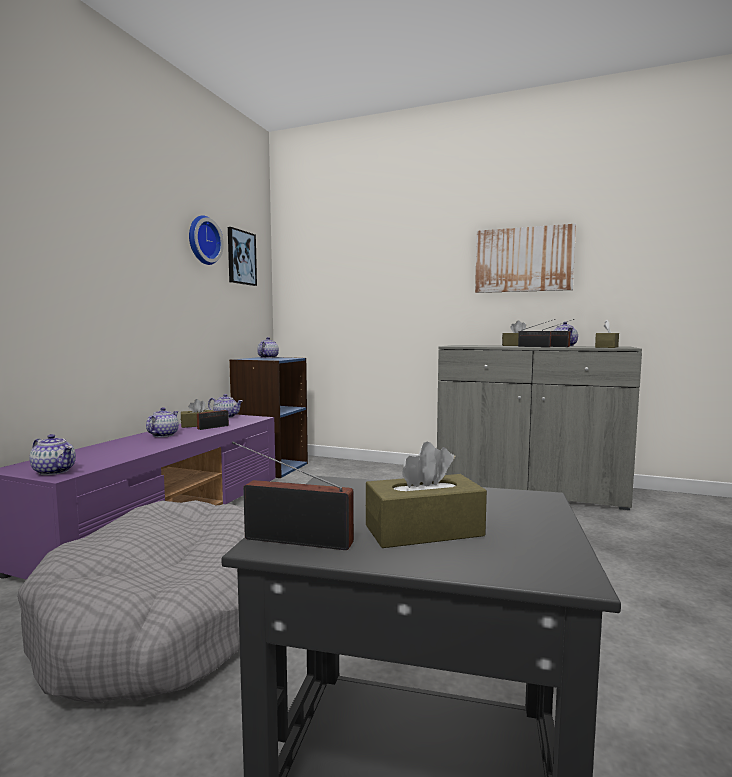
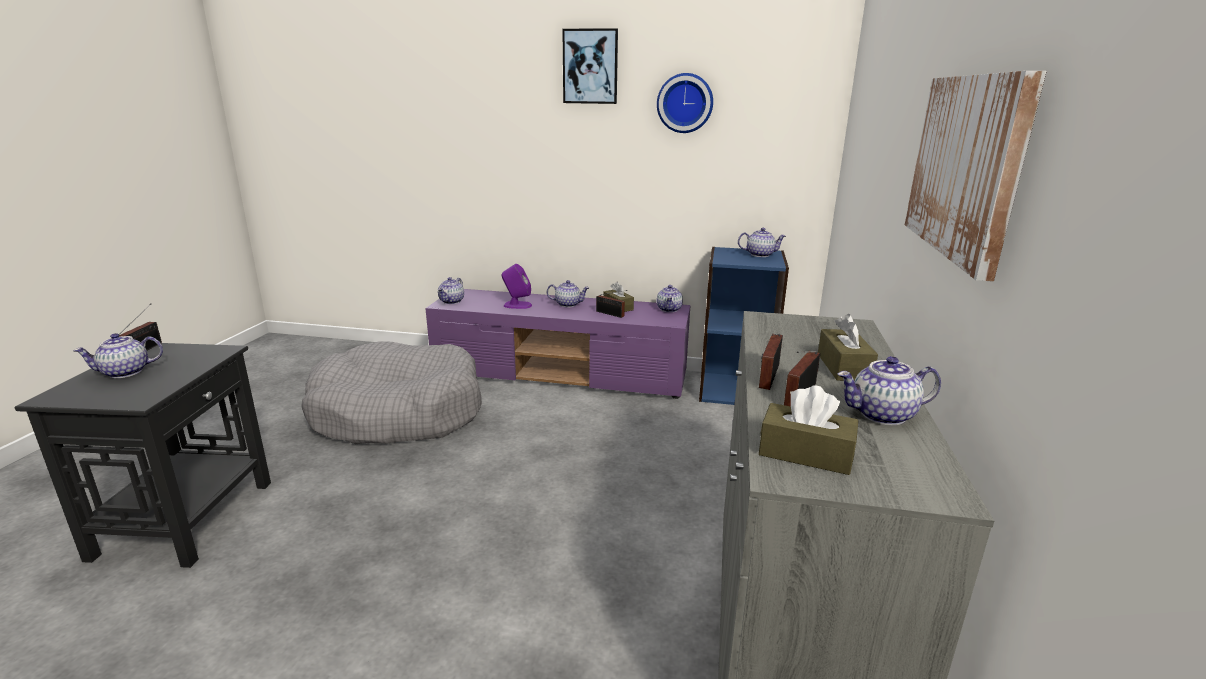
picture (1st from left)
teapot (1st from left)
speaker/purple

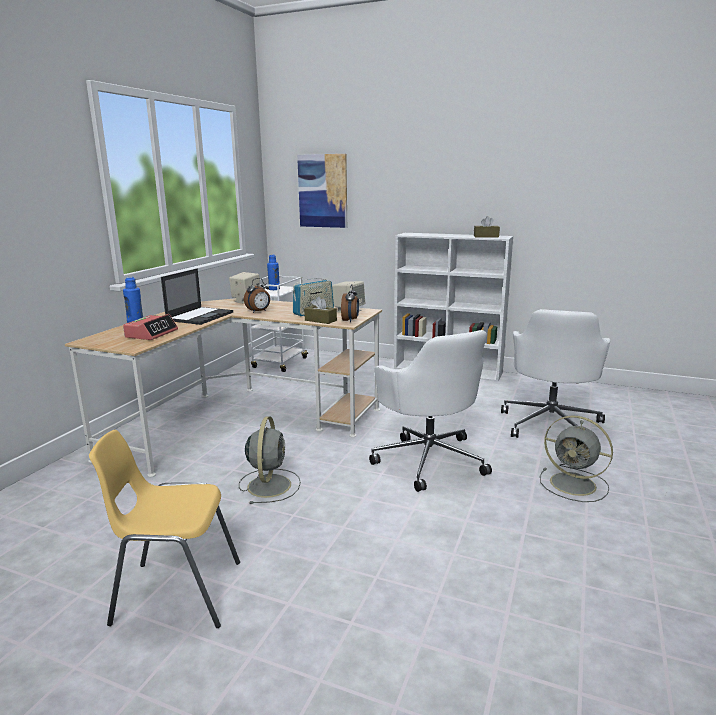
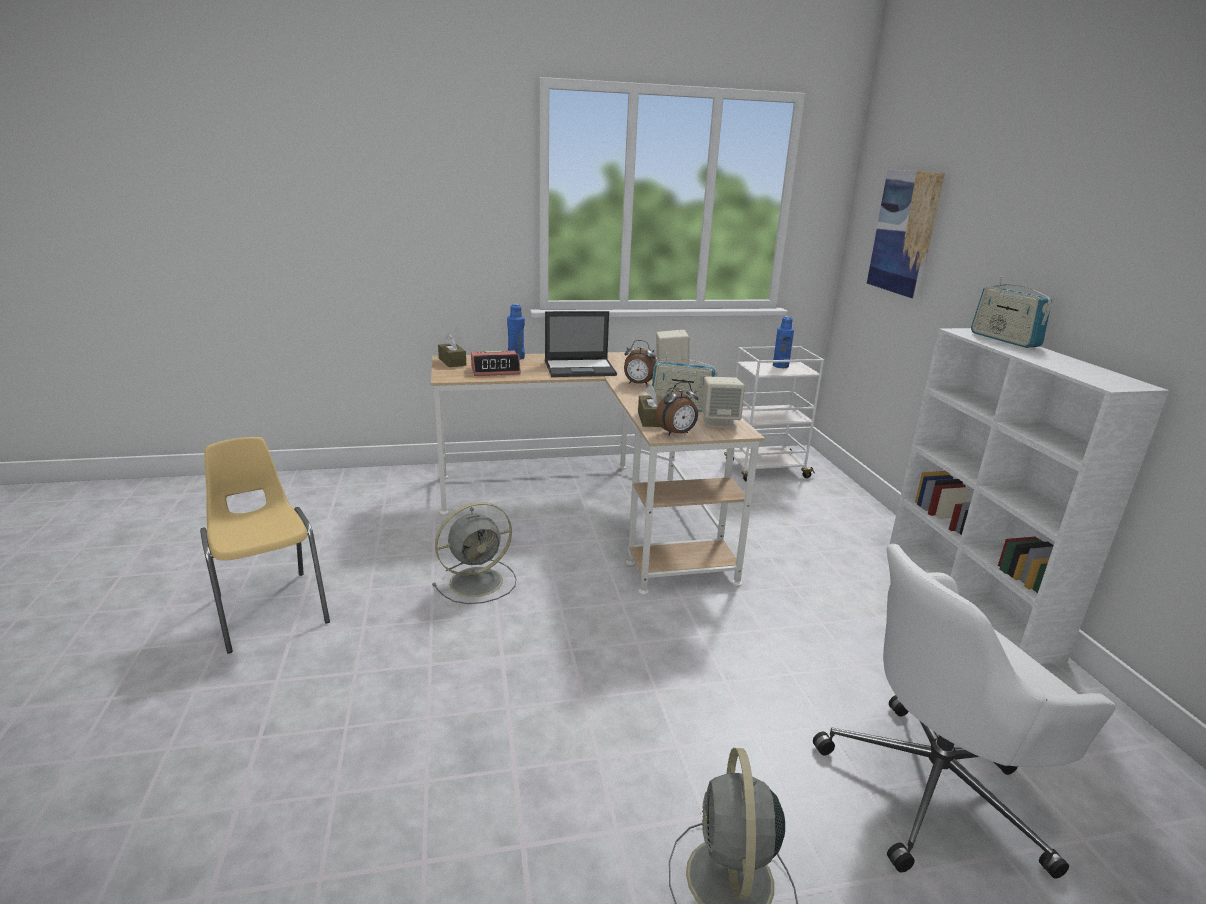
office chair/white (1st from left in the first image)
tissue box/brown (1st from left)
radio (2nd from left)

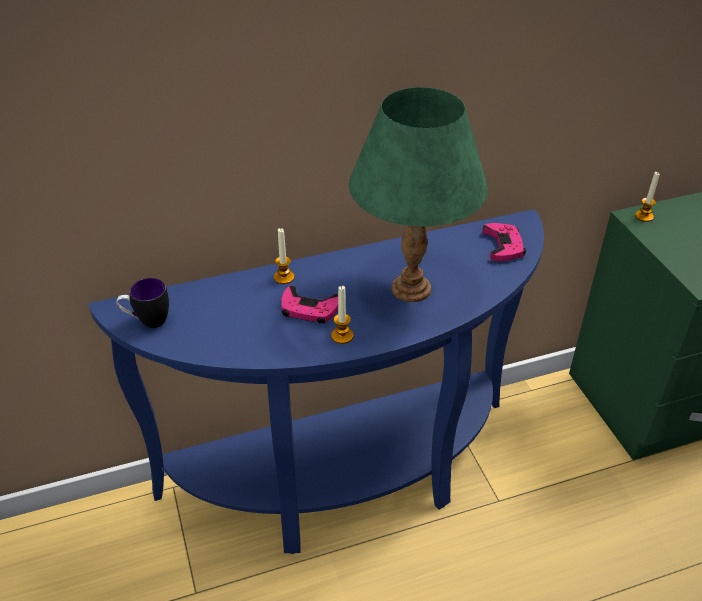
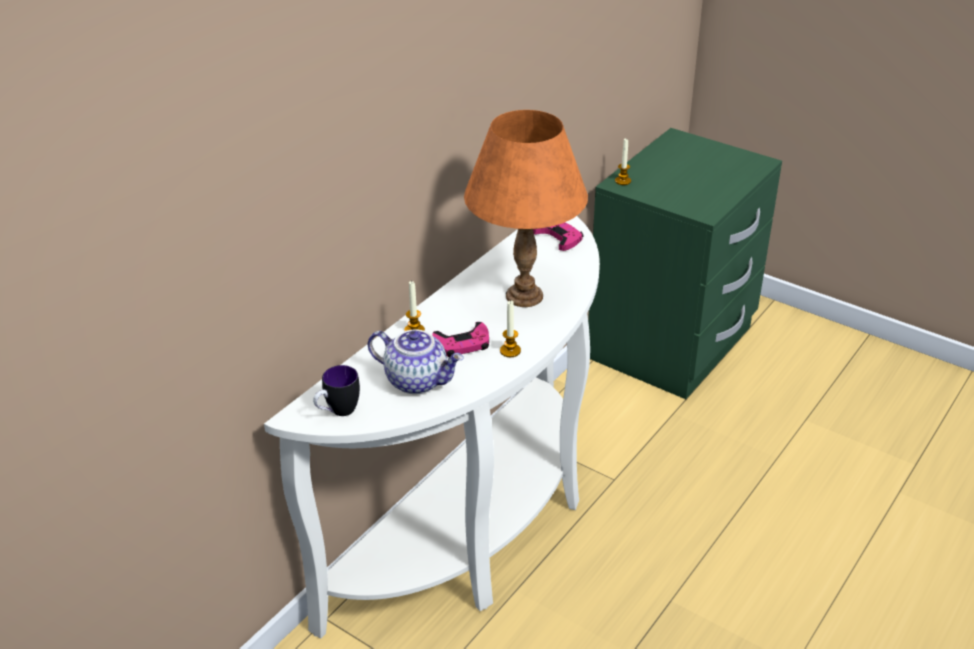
console table/white
table lamp/orange
teapot

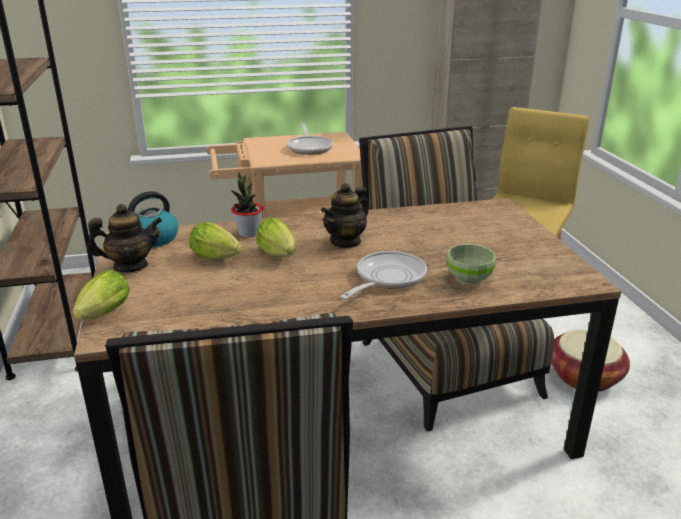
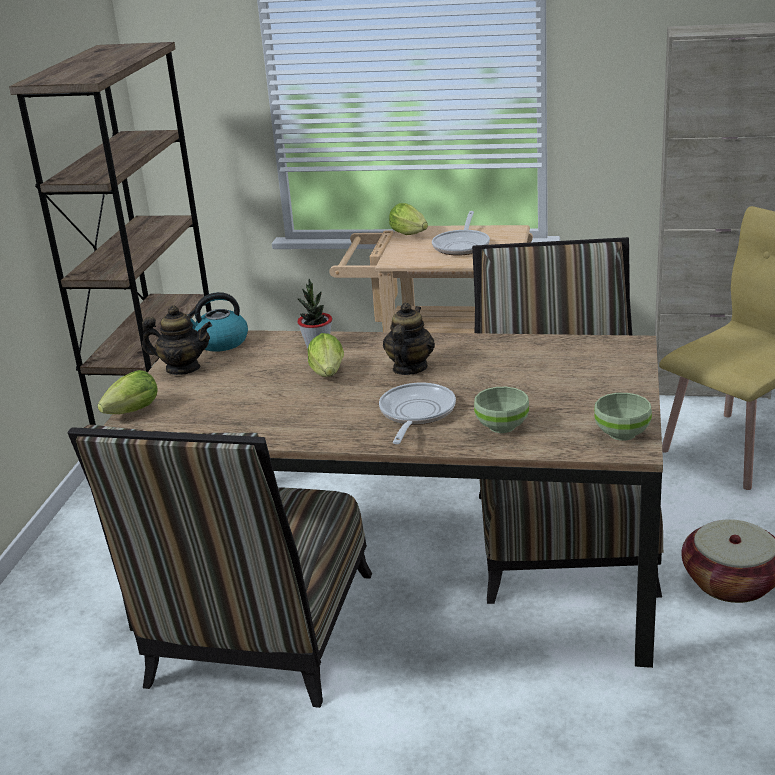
lettuce (3rd from left)
teapot (2nd from left)
frying pan (1st from left)
bowl/green (2nd from left)

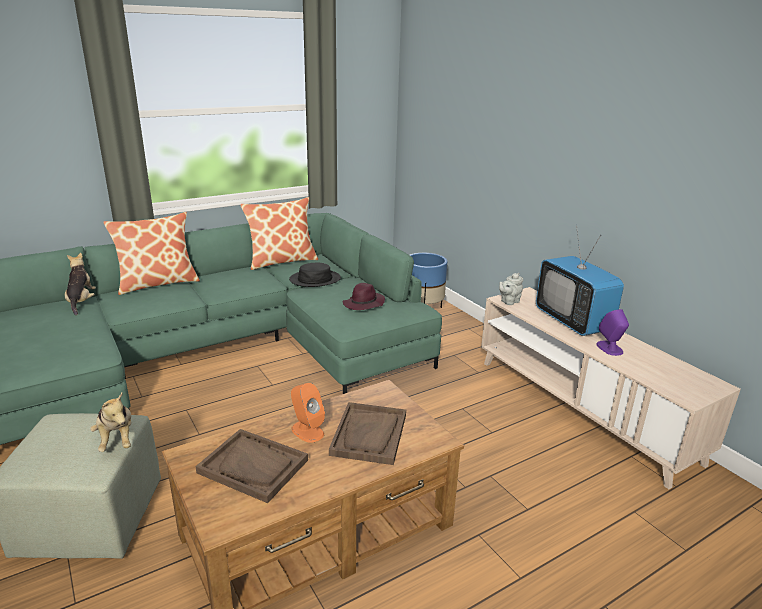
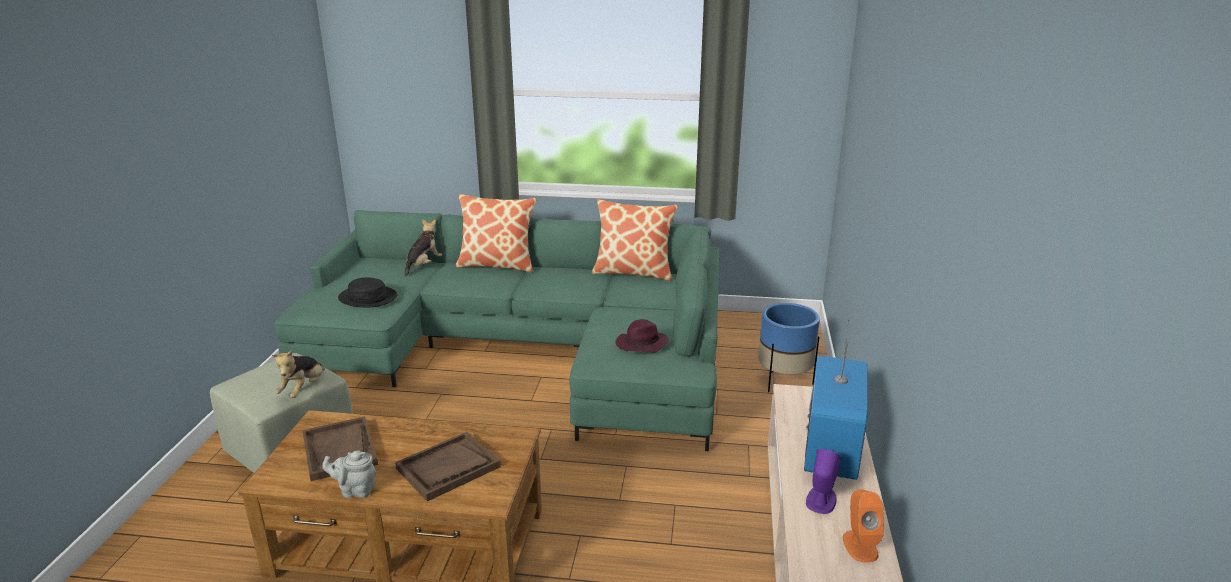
hat/black
speaker/orange
teapot/grey

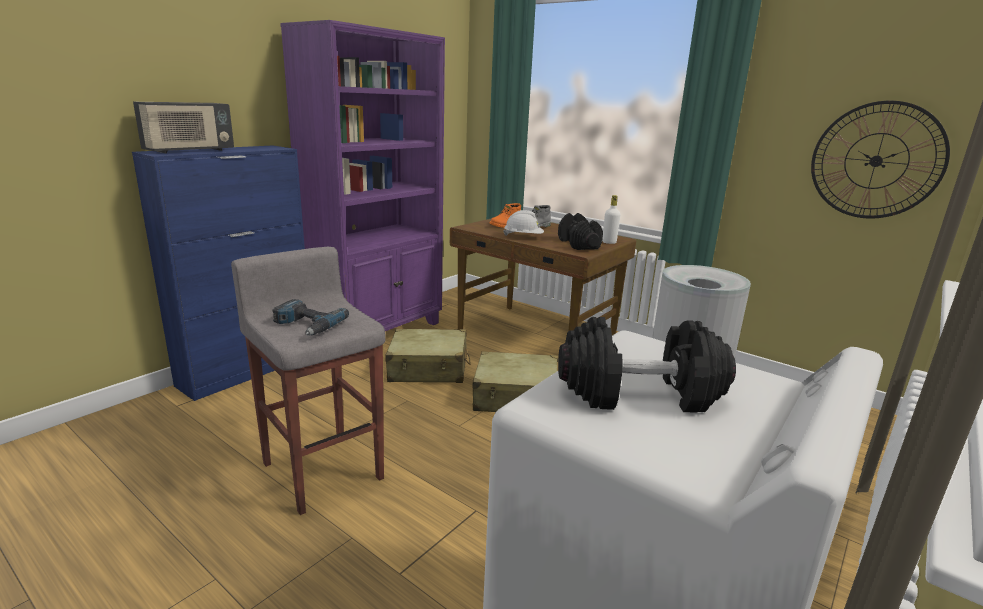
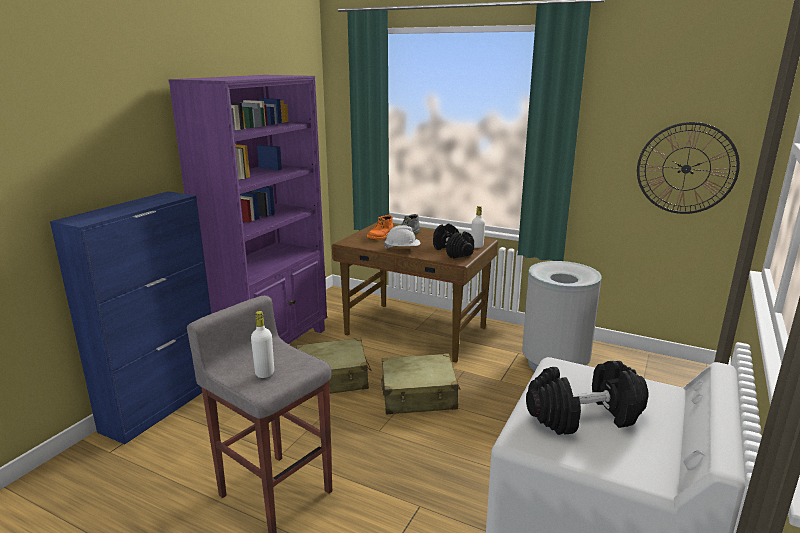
radio
bottle/white (1st from left)

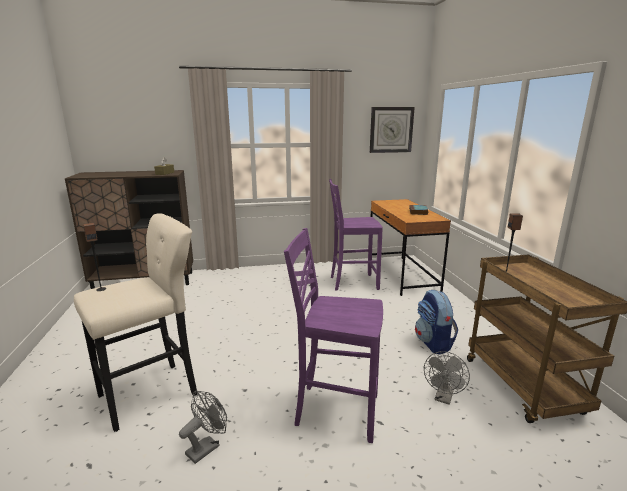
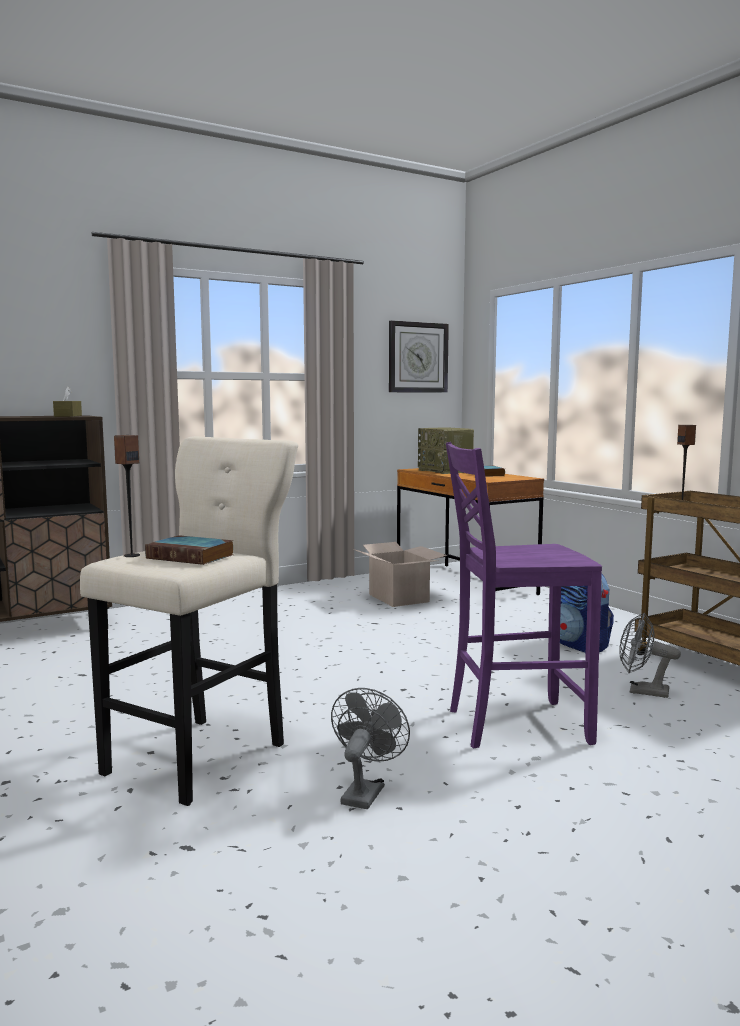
cardboard box
fan/grey (2nd from left)
book (1st from left)
radio

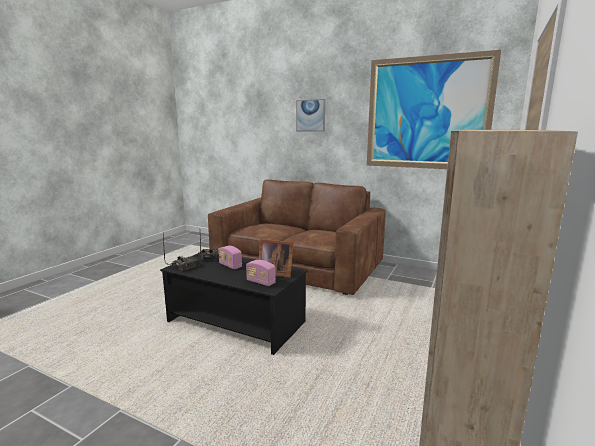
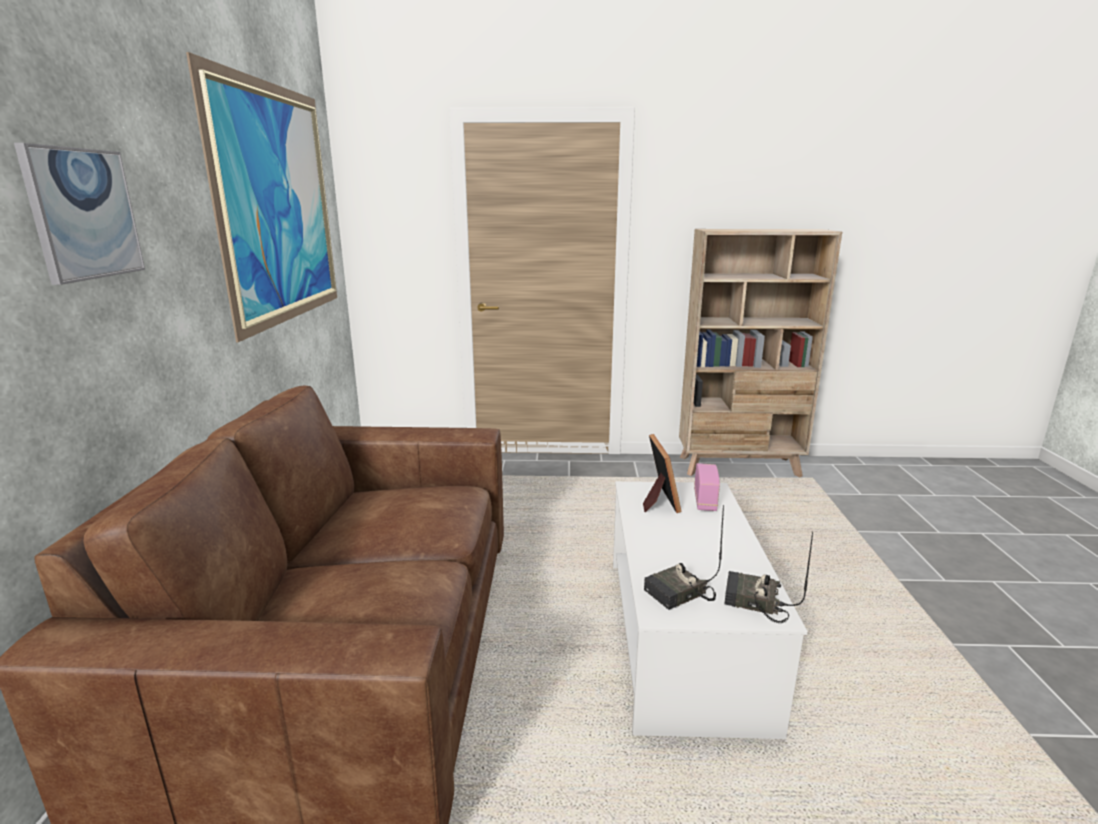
coffee table/white
radio (3rd from left in the first image)

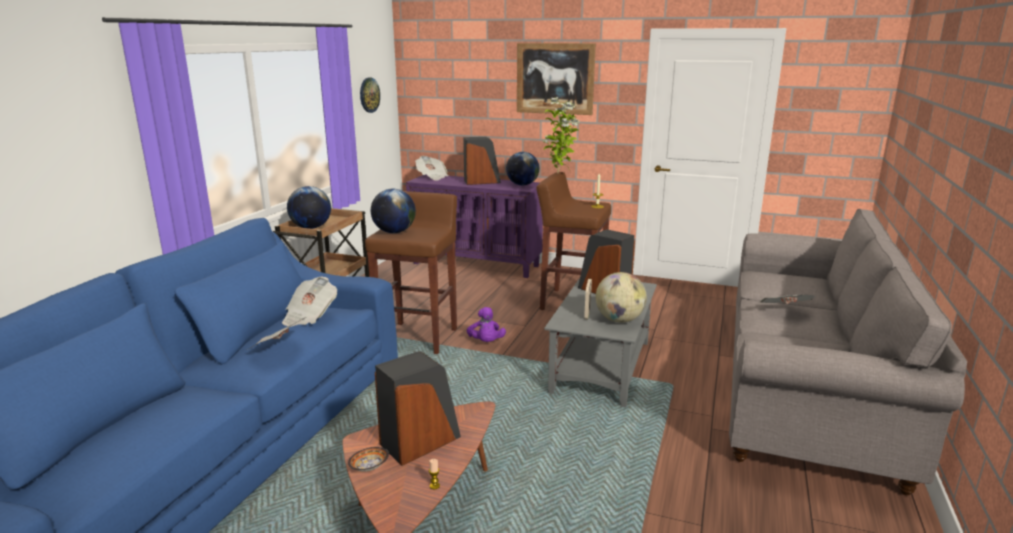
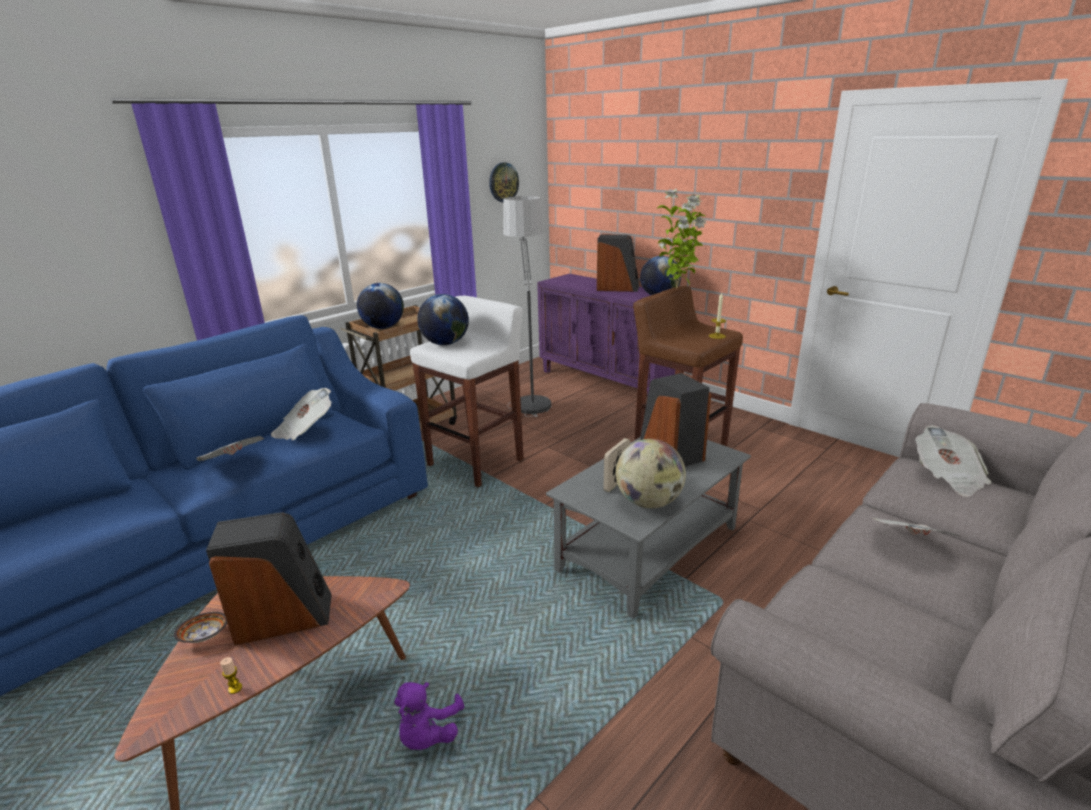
stool/white
newspaper (4th from left)
plush toy/purple
picture
floor lamp

